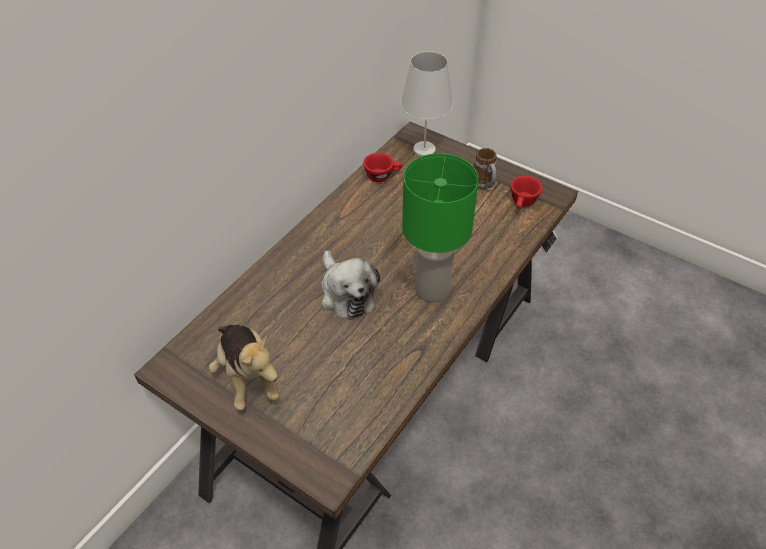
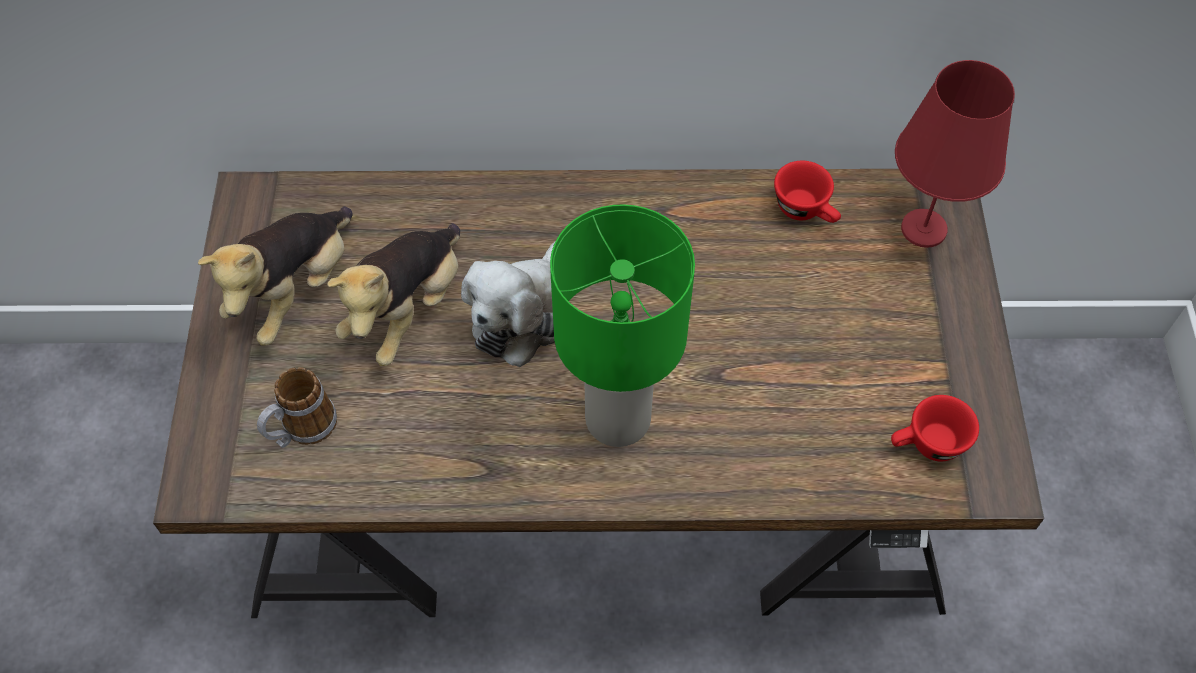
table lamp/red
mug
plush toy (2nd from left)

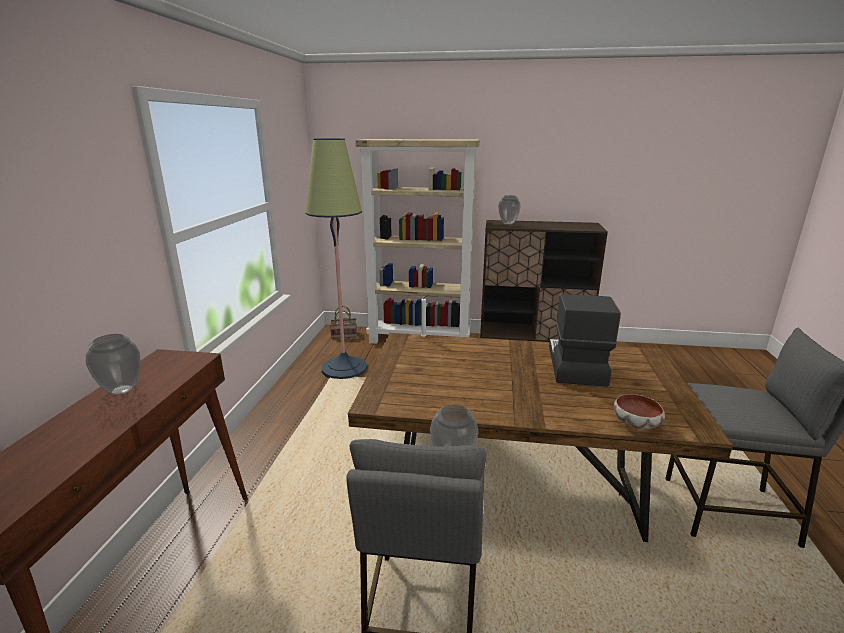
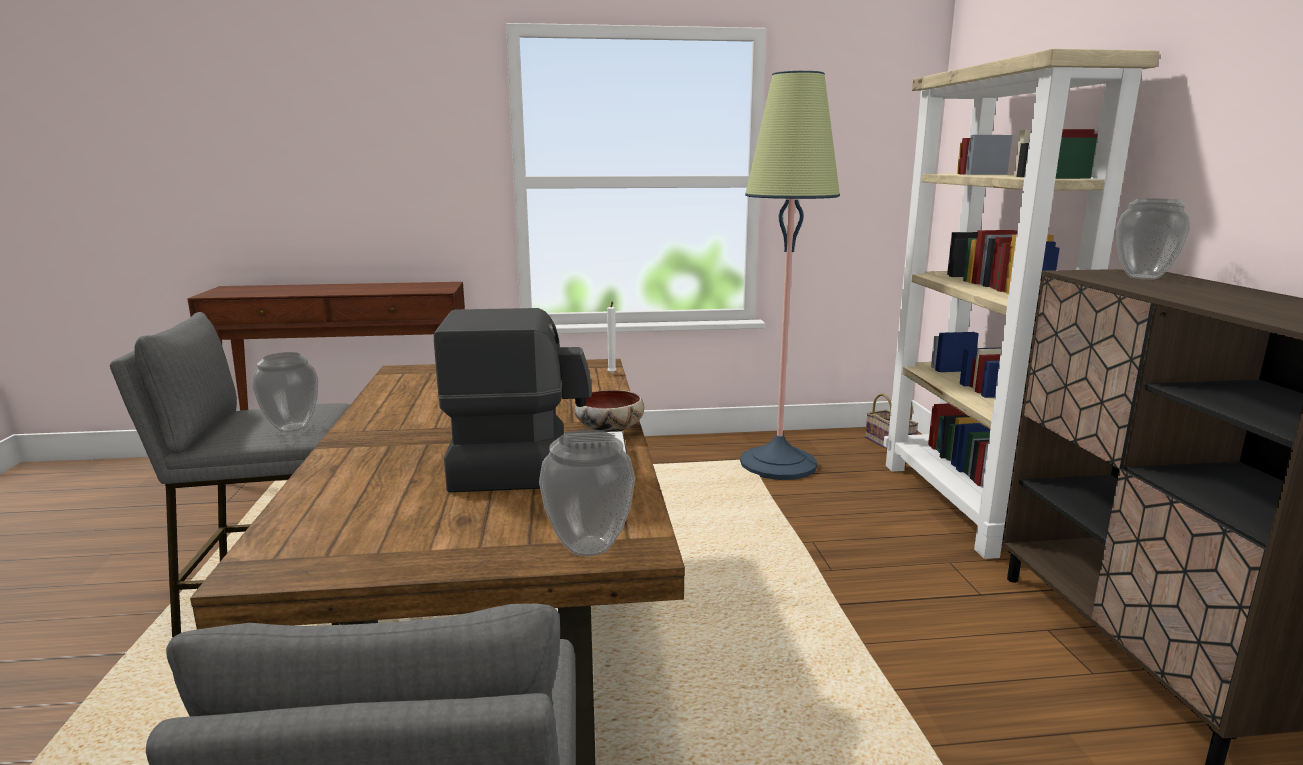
vase (2nd from left)
bowl

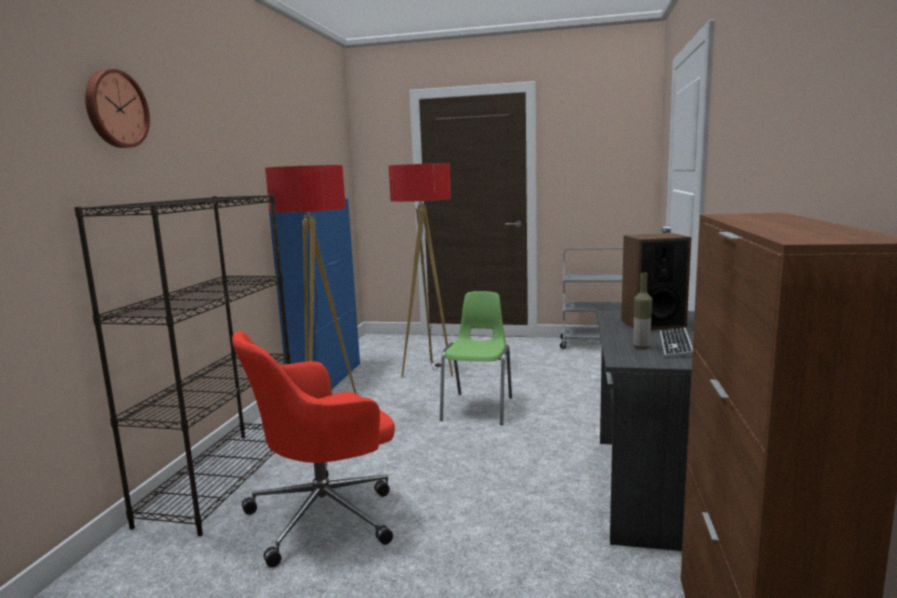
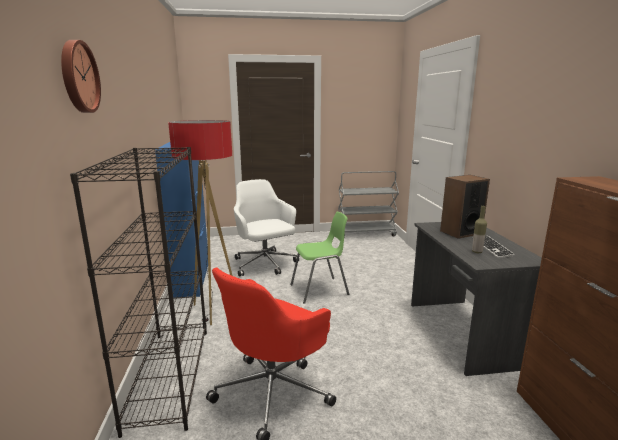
office chair/white
chair/green

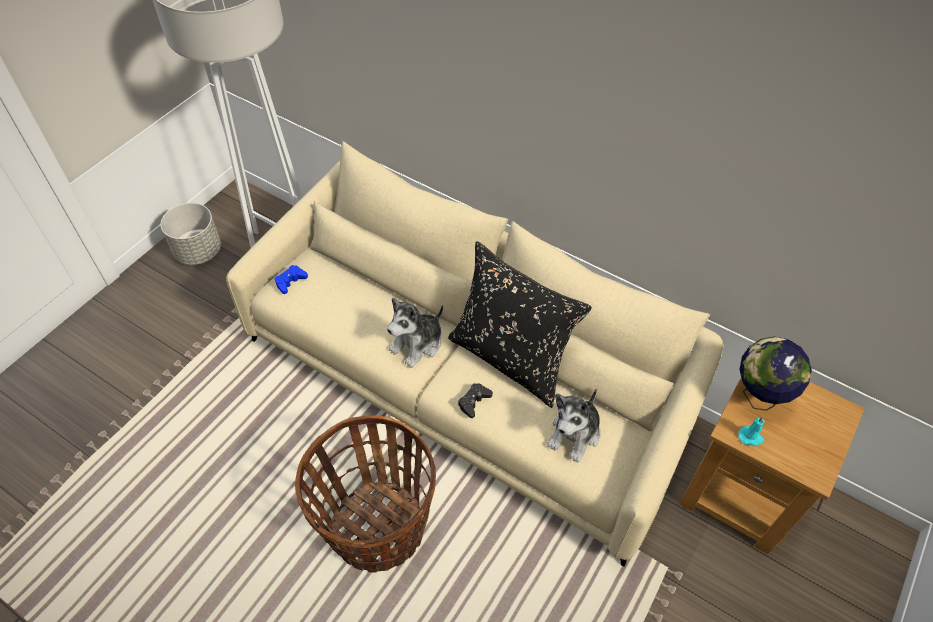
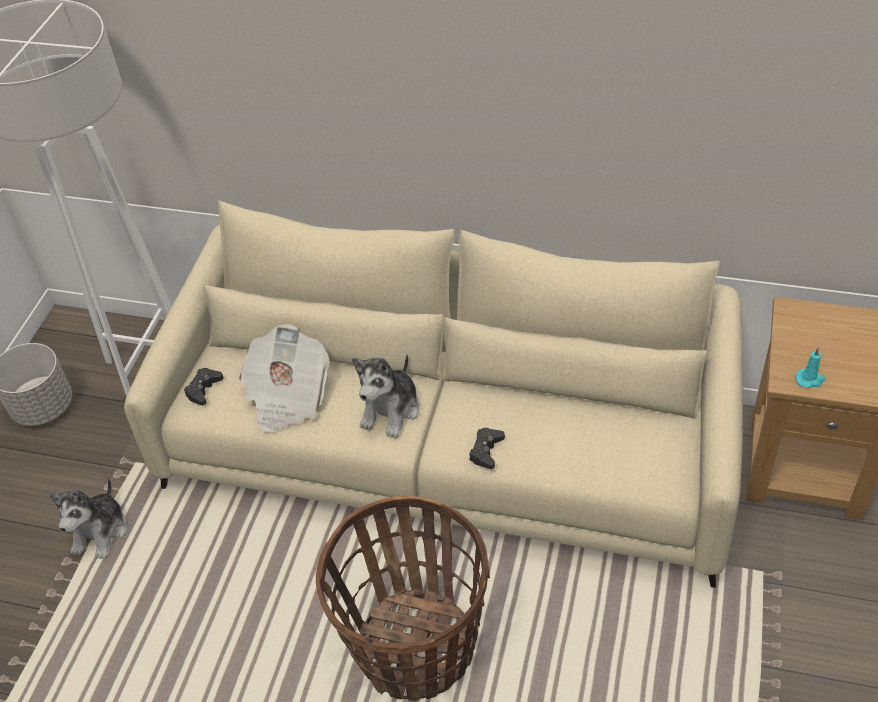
game controller/black (1st from left)
pillow/black
plush toy (1st from left)
globe
newspaper

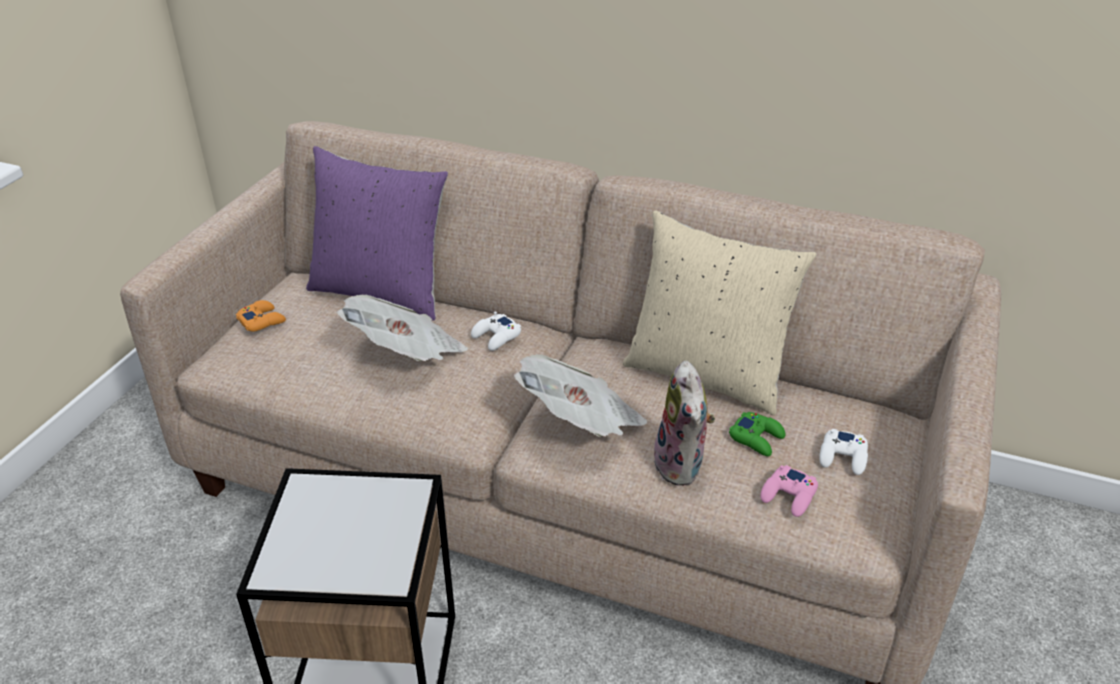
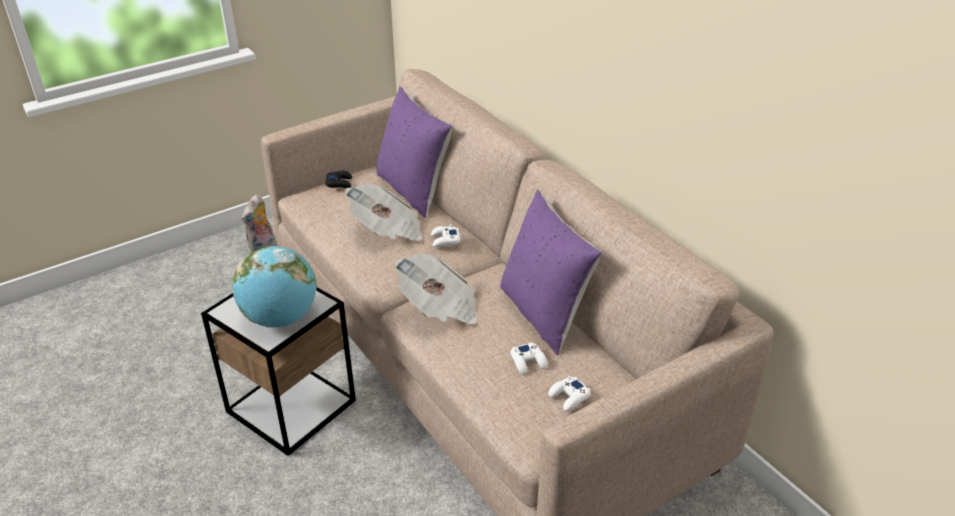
game controller/black
pillow/purple (2nd from left)
plush toy
game controller/white (2nd from left)
game controller/pink
globe

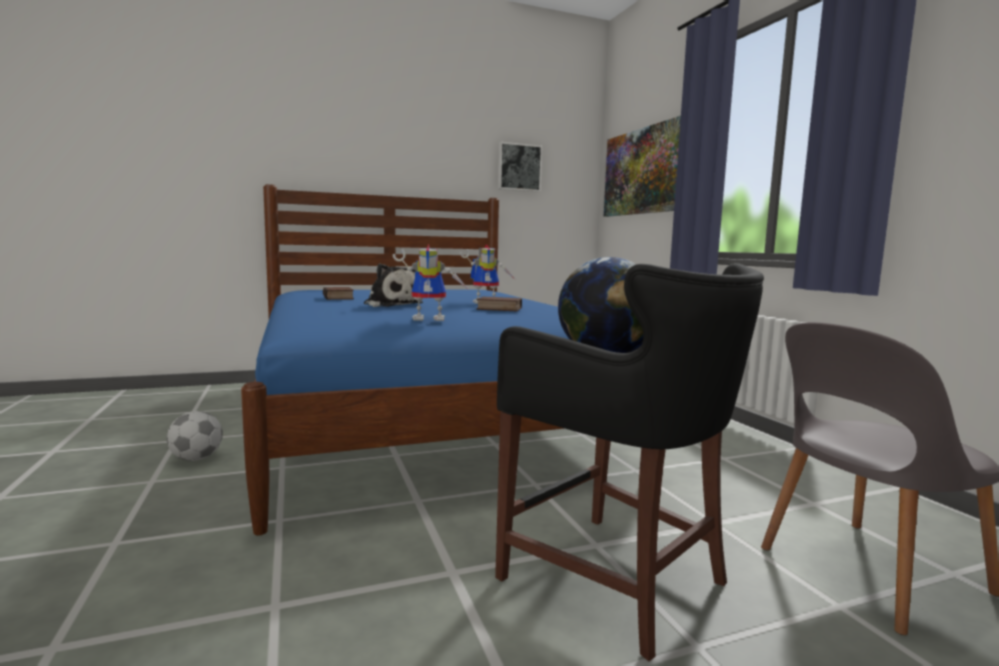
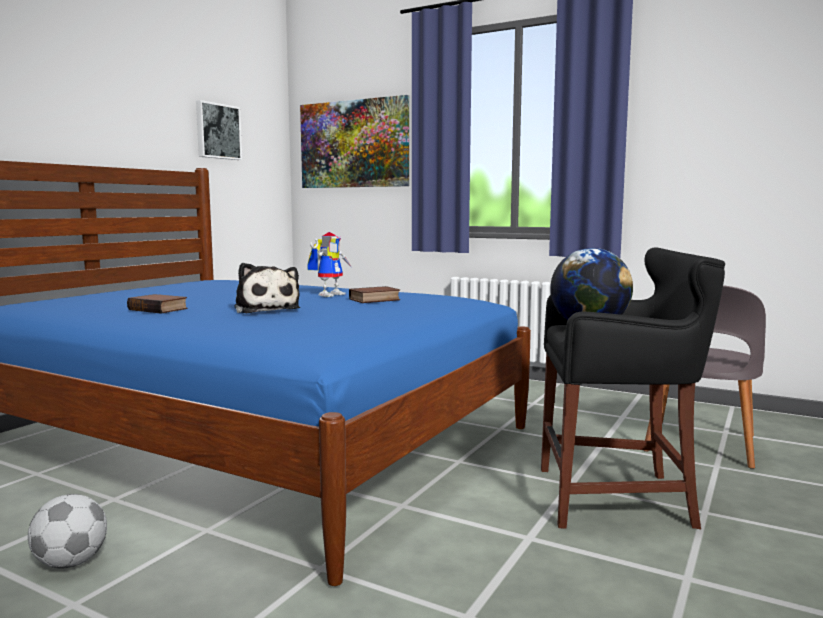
plush toy
toy robot (1st from left in the first image)

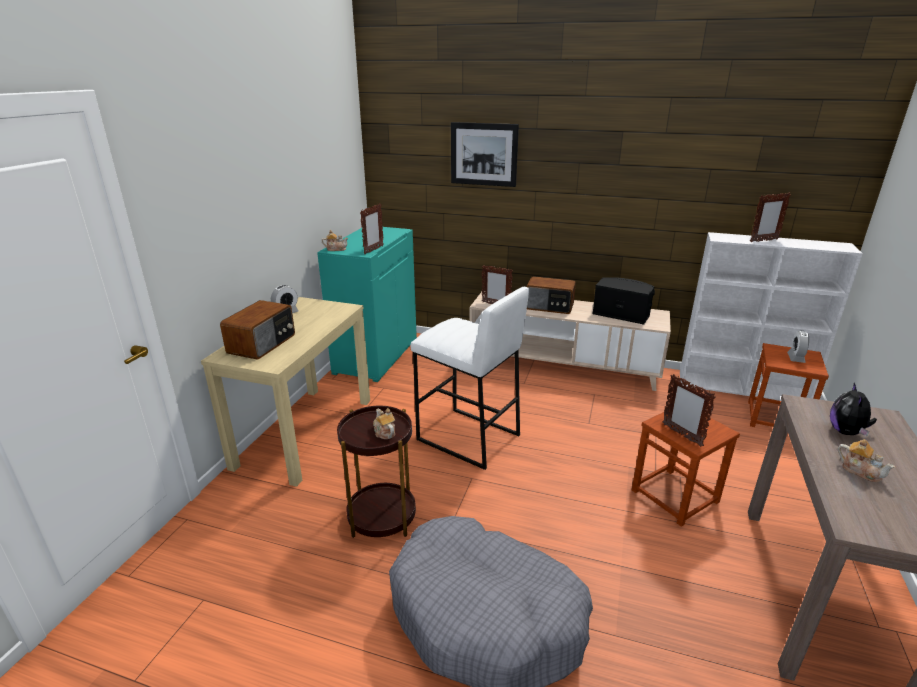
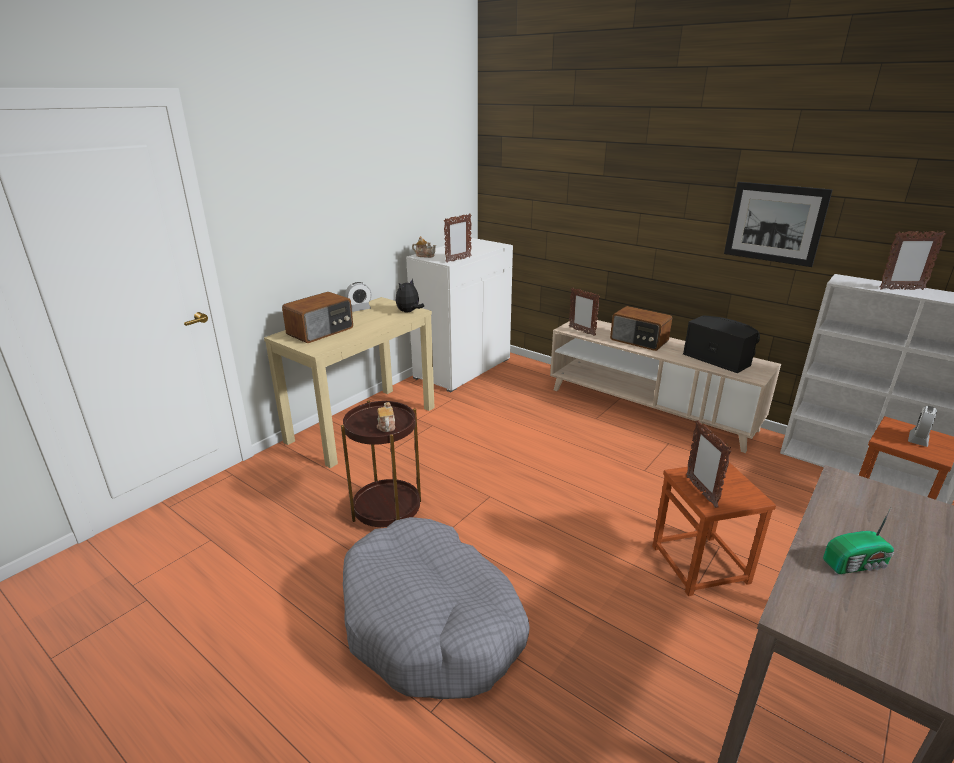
cabinet/white
stool/white
picture
plush toy
radio (3rd from left)

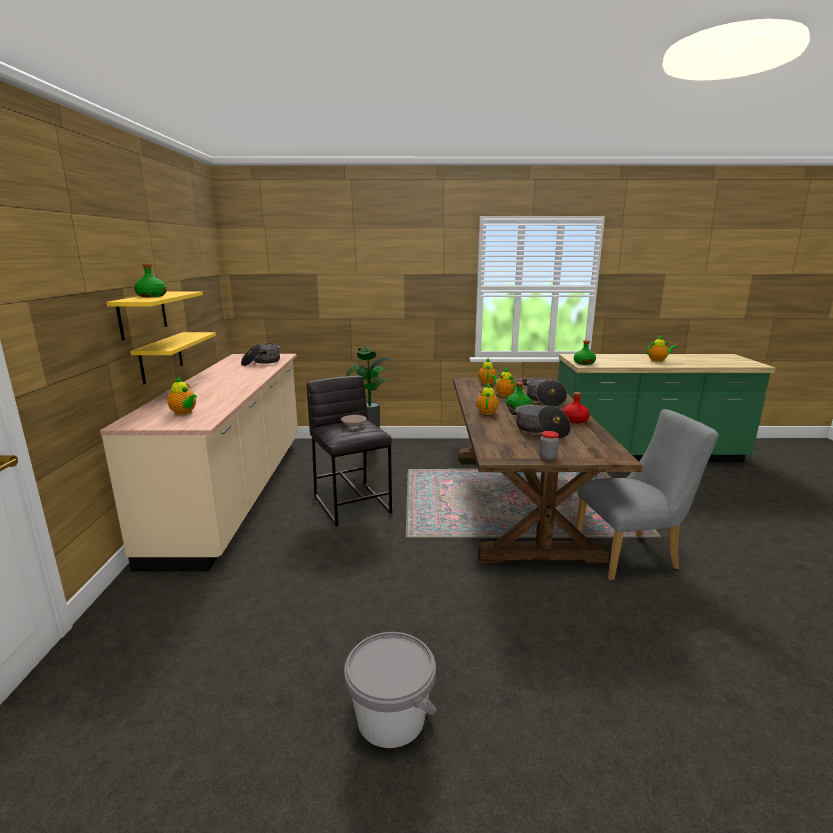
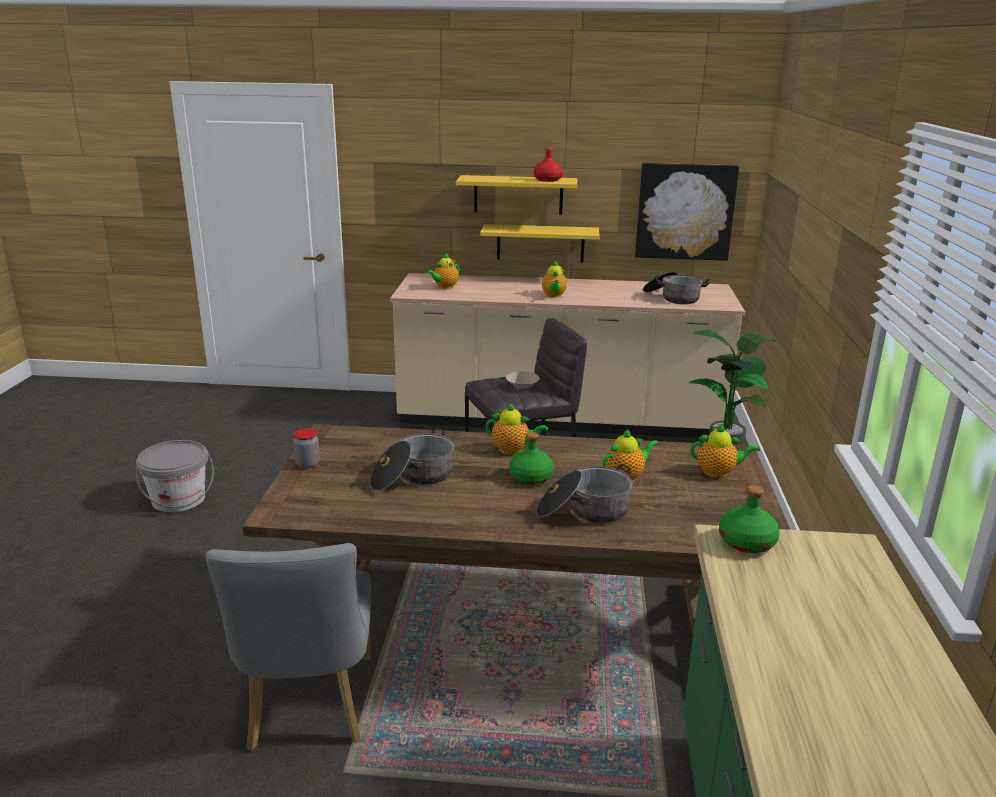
bottle/green (1st from left in the first image)
bottle/red
teapot (3rd from left)
picture

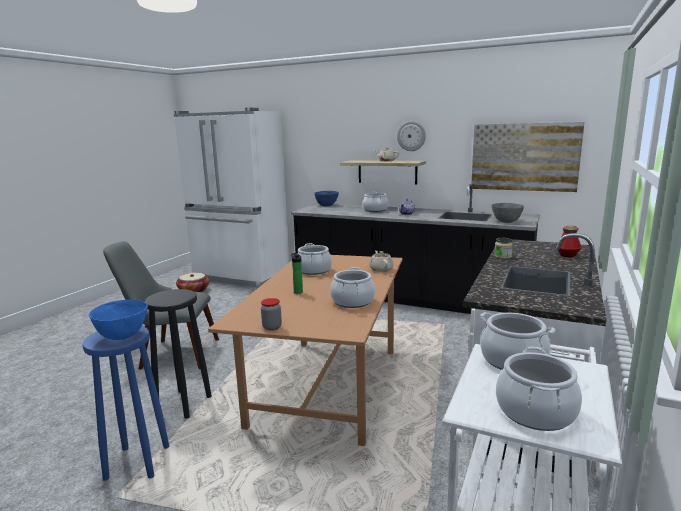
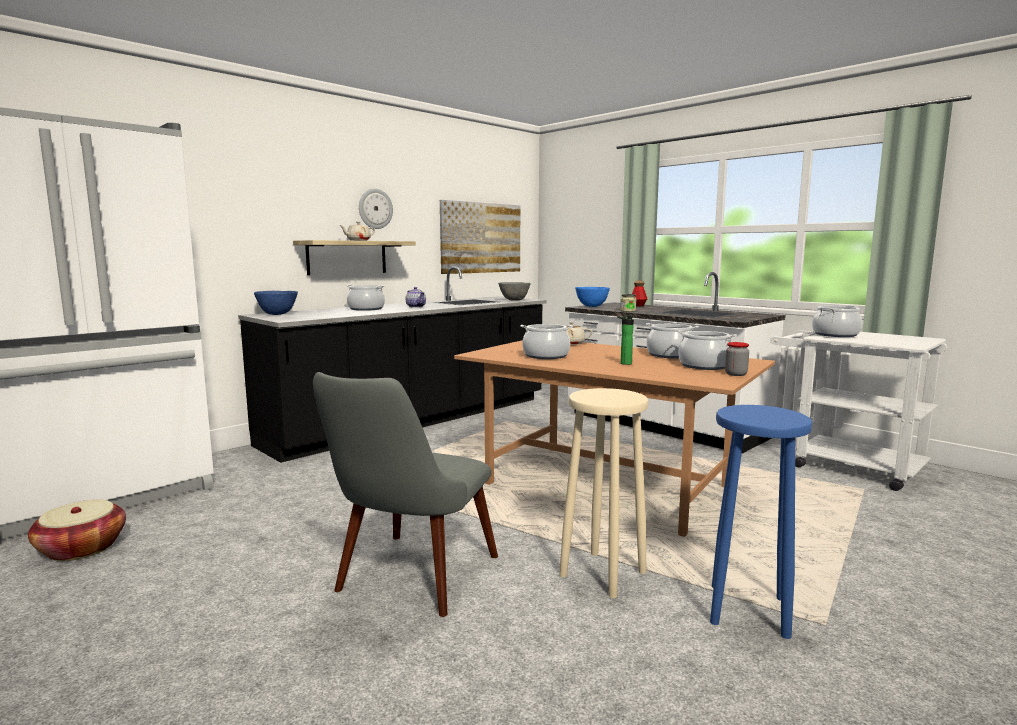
bowl/blue (2nd from left)
stool/beige
cooking pot (4th from left)

